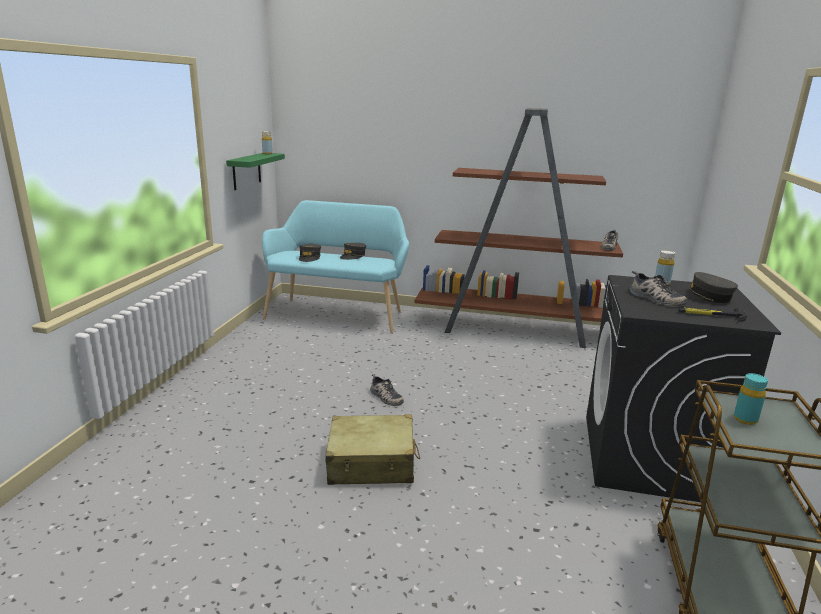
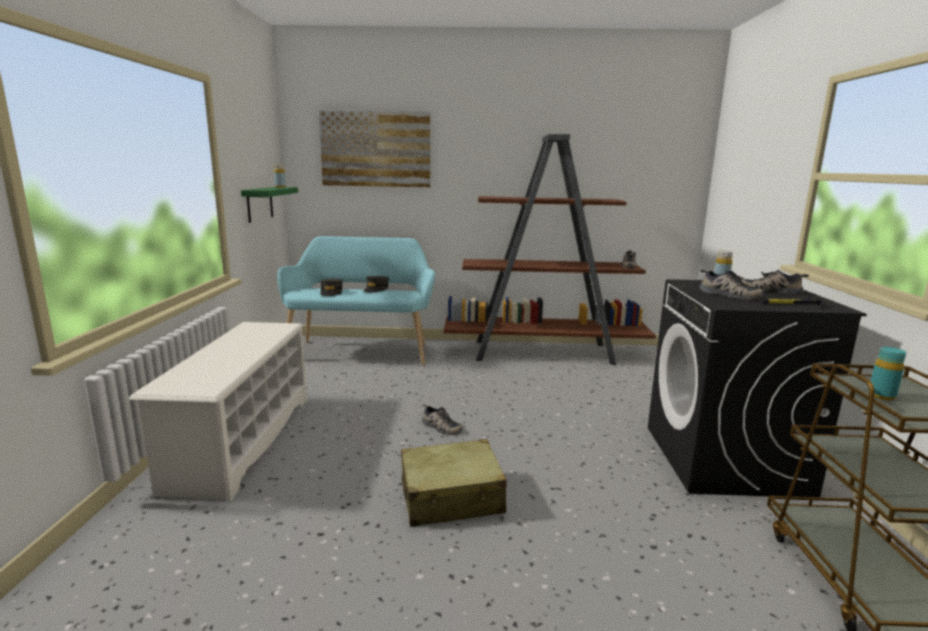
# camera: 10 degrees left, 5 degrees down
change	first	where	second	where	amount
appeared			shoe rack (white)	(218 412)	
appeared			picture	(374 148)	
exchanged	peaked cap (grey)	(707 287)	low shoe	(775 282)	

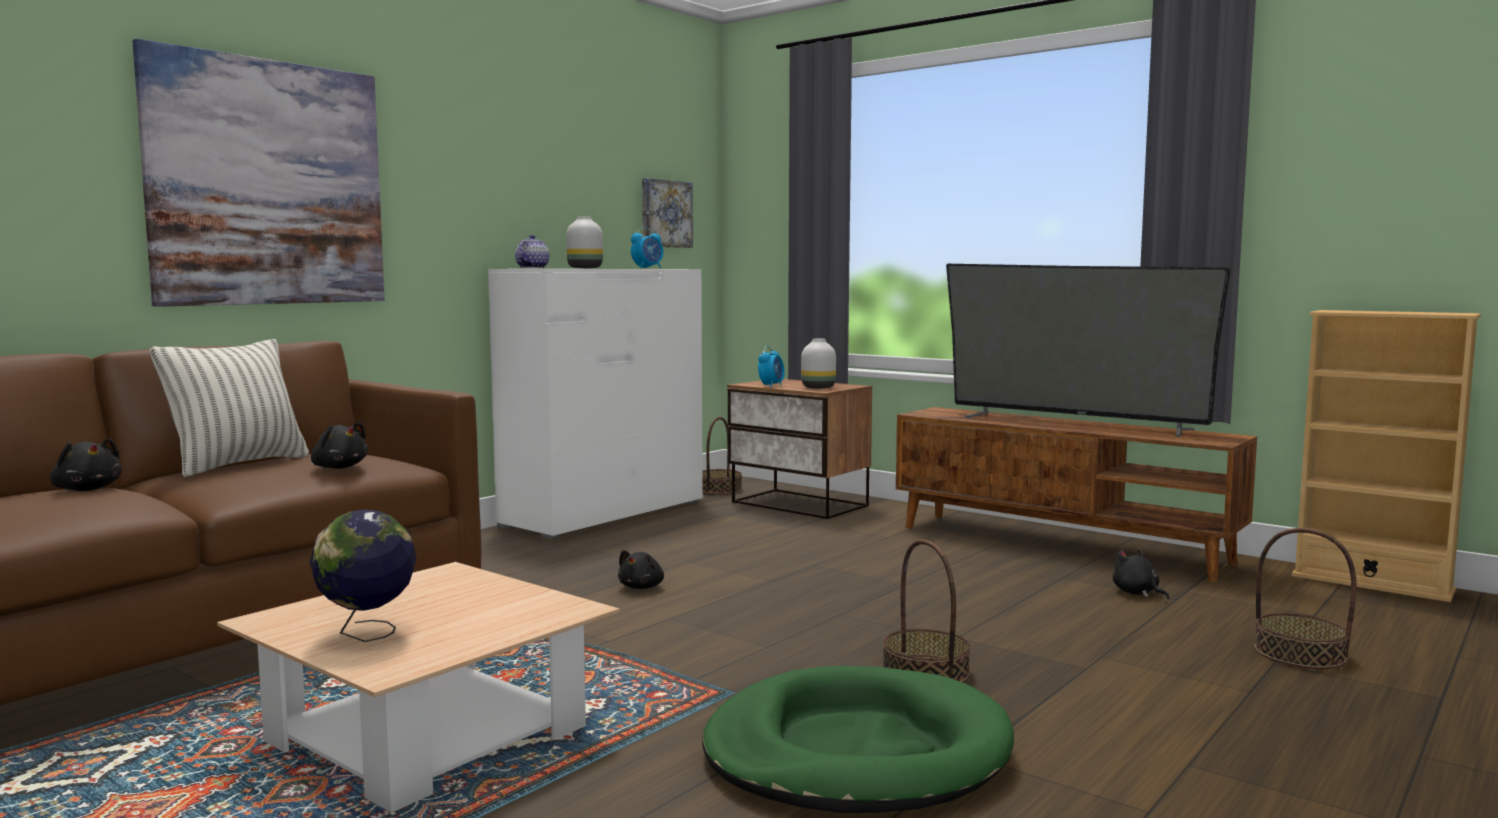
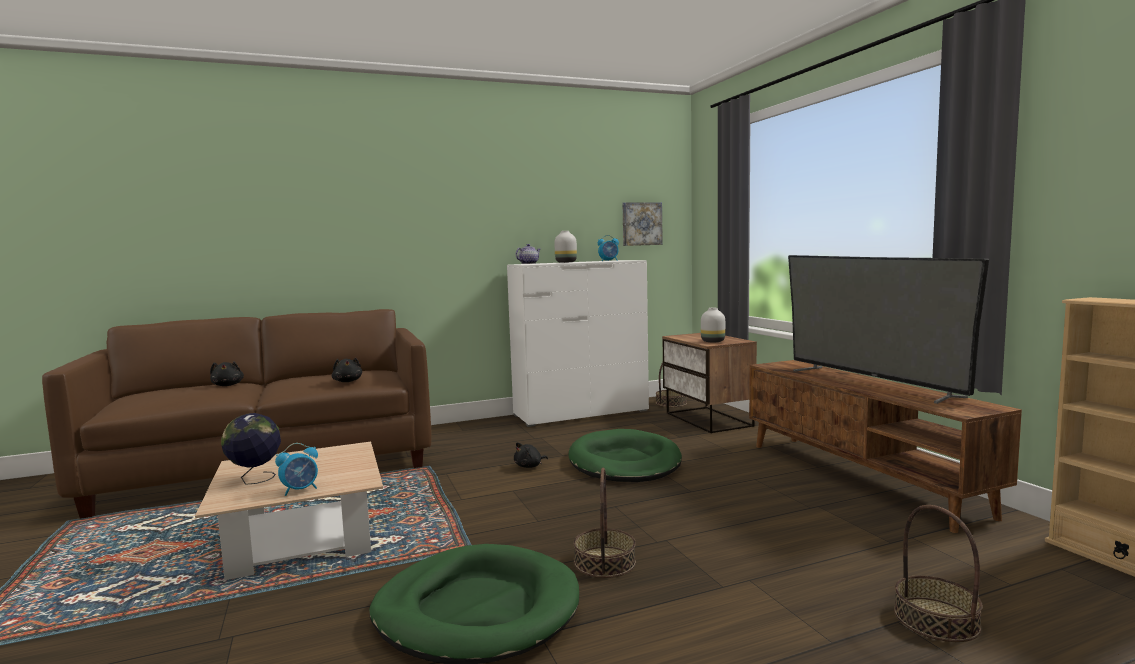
# camera: 30 degrees right, 0 degrees up
change	first	where	second	where	amount
missing	picture	(258 173)			
missing	pillow	(229 408)			
missing	cuddly toy (black-coloured)	(1141 574)			
appeared			pet bed (green)	(625 455)	
relocated	bedside clock	(771 366)		(296 469)	

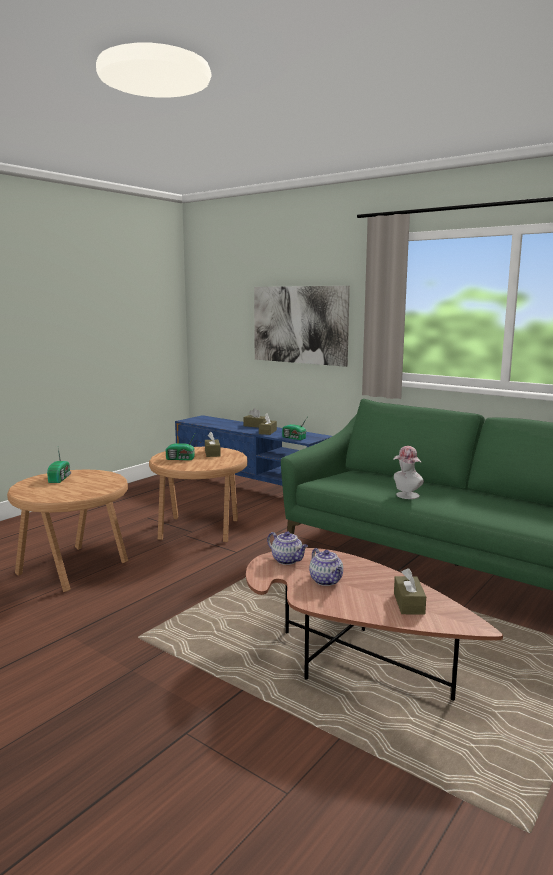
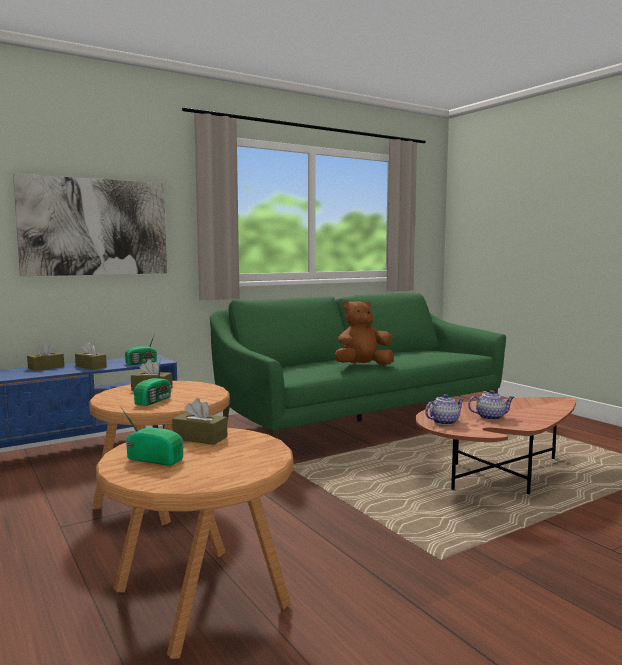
# camera: 70 degrees left, 5 degrees down
change	first	where	second	where	amount
relocated	box of tissues (brown-coloured)	(410 591)		(199 421)	
exchanged	hat	(408 472)	cuddly toy (brown-coloured)	(364 332)	

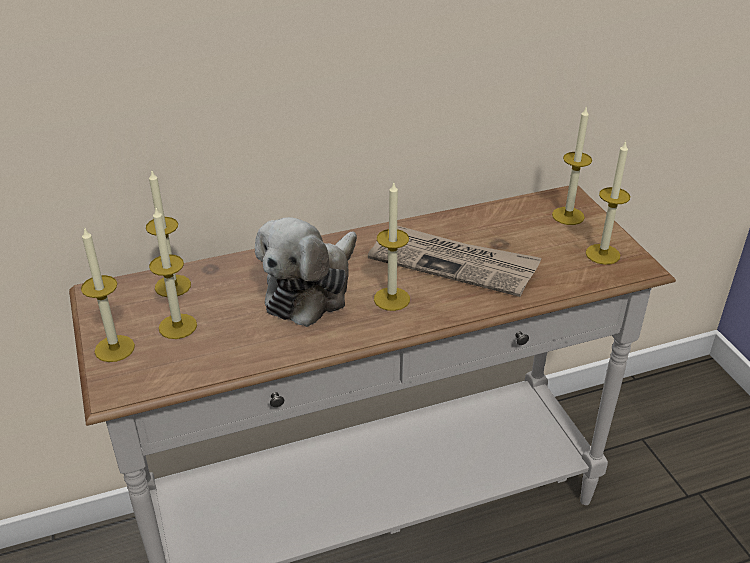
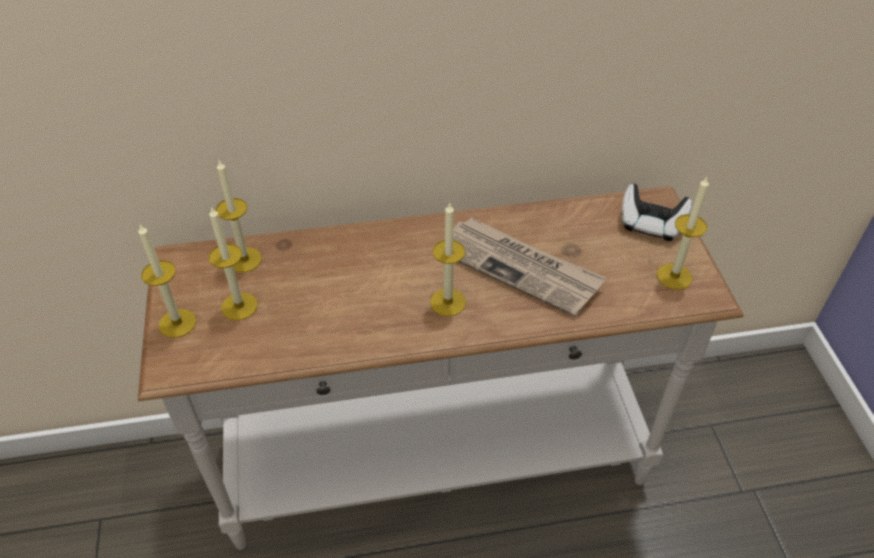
# camera: 10 degrees right, 10 degrees up
change	first	where	second	where	amount
missing	cuddly toy	(306 272)			
exchanged	wax light	(572 165)	game controller	(657 212)	

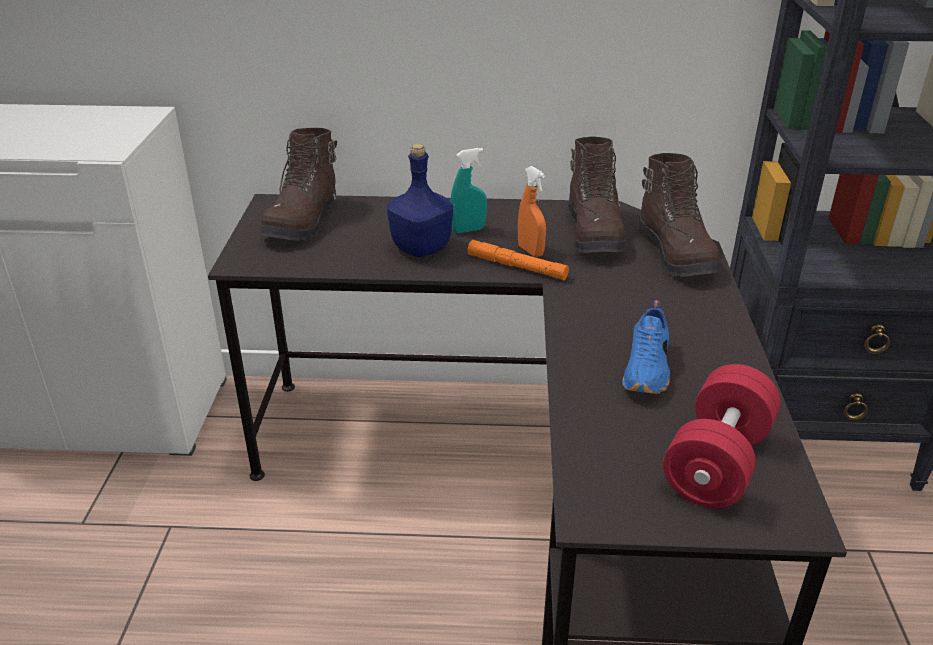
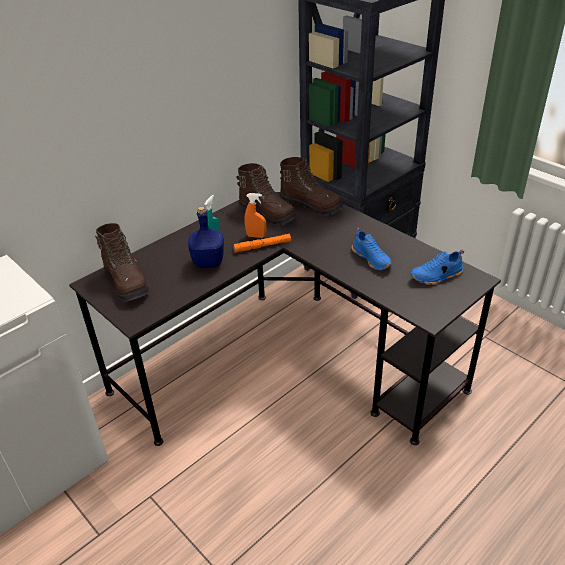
# camera: 45 degrees left, 5 degrees up
change	first	where	second	where	amount
exchanged	hand weight (red)	(721 436)	low shoe (bluish)	(437 267)	

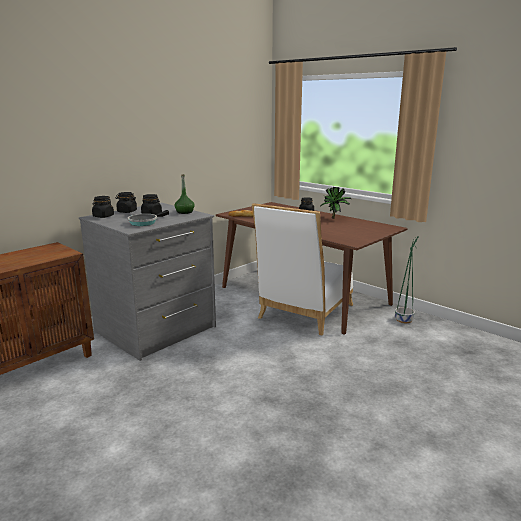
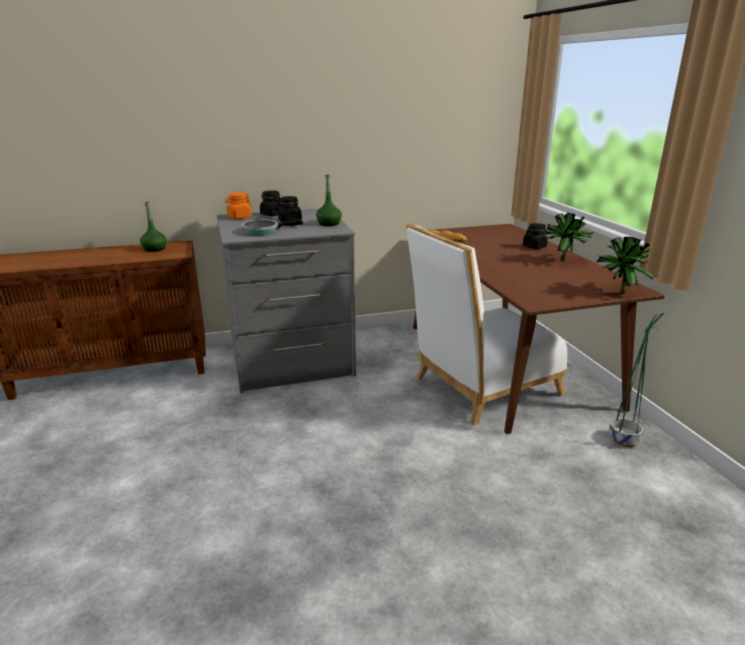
# camera: 30 degrees right, 5 degrees up
change	first	where	second	where	amount
appeared			beverage bottle (green)	(153 226)	
appeared			houseplant	(625 265)	
colour	jar (black-coloured)	(103 207)	jar (orange-coloured)	(238 206)	

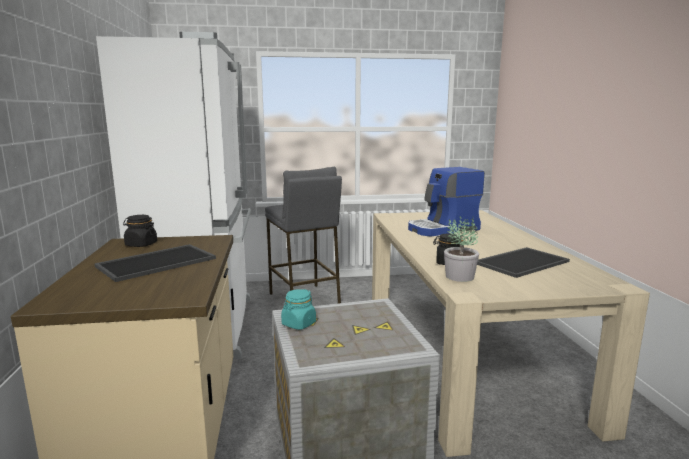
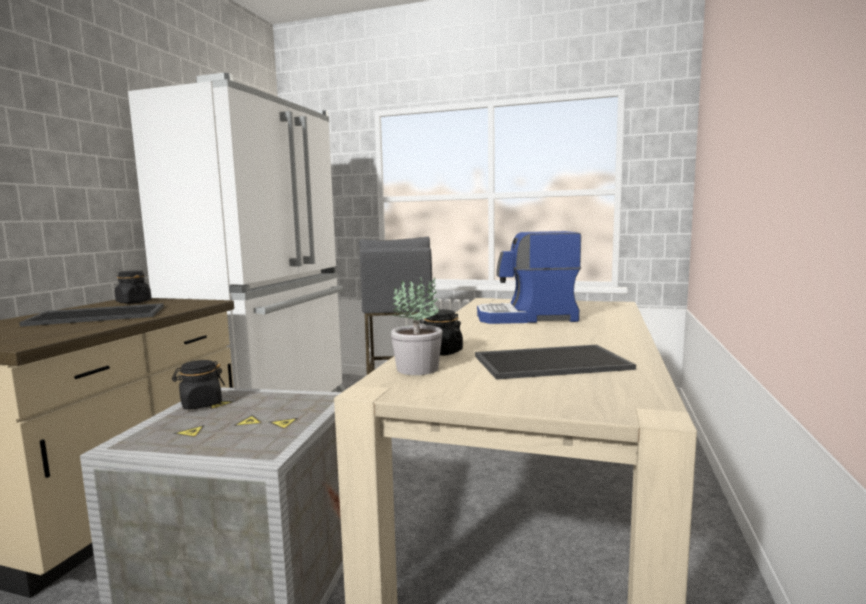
# camera: 25 degrees right, 5 degrees down
change	first	where	second	where	amount
colour	jar (blue-green)	(298 309)	jar (black-coloured)	(198 384)	

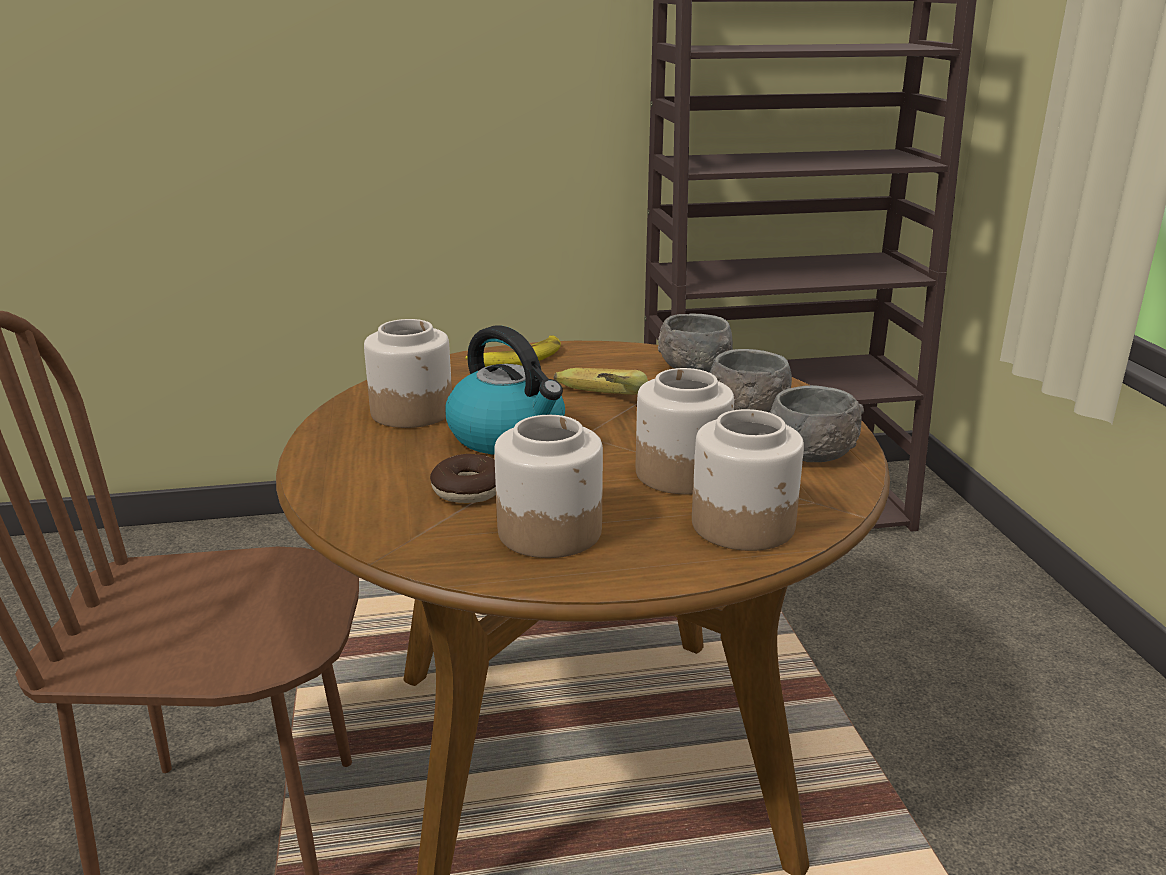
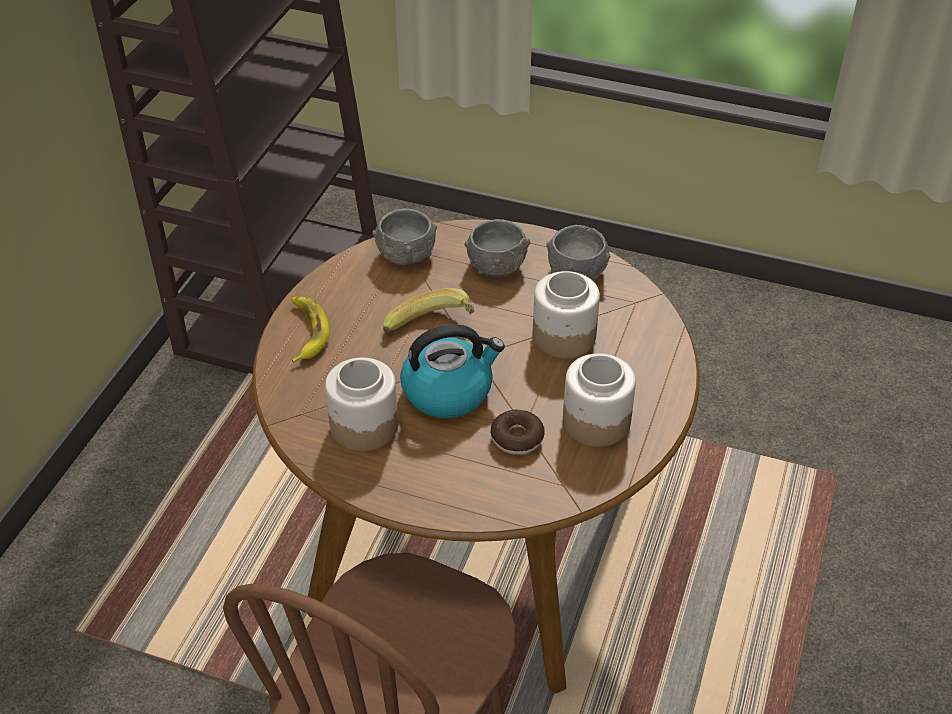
# camera: 60 degrees left, 20 degrees up
change	first	where	second	where	amount
missing	jar	(748 480)			

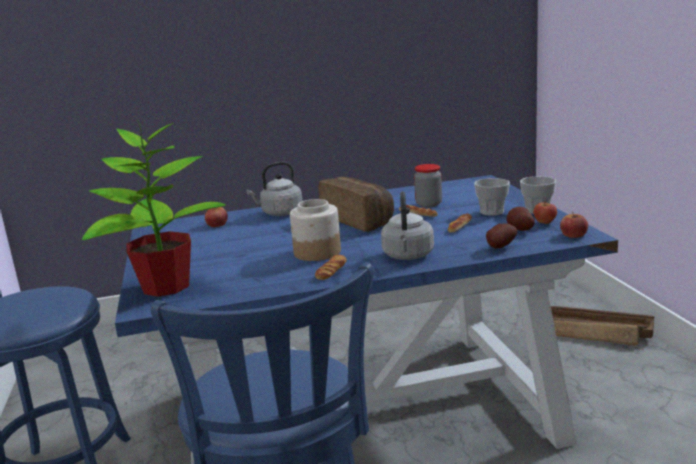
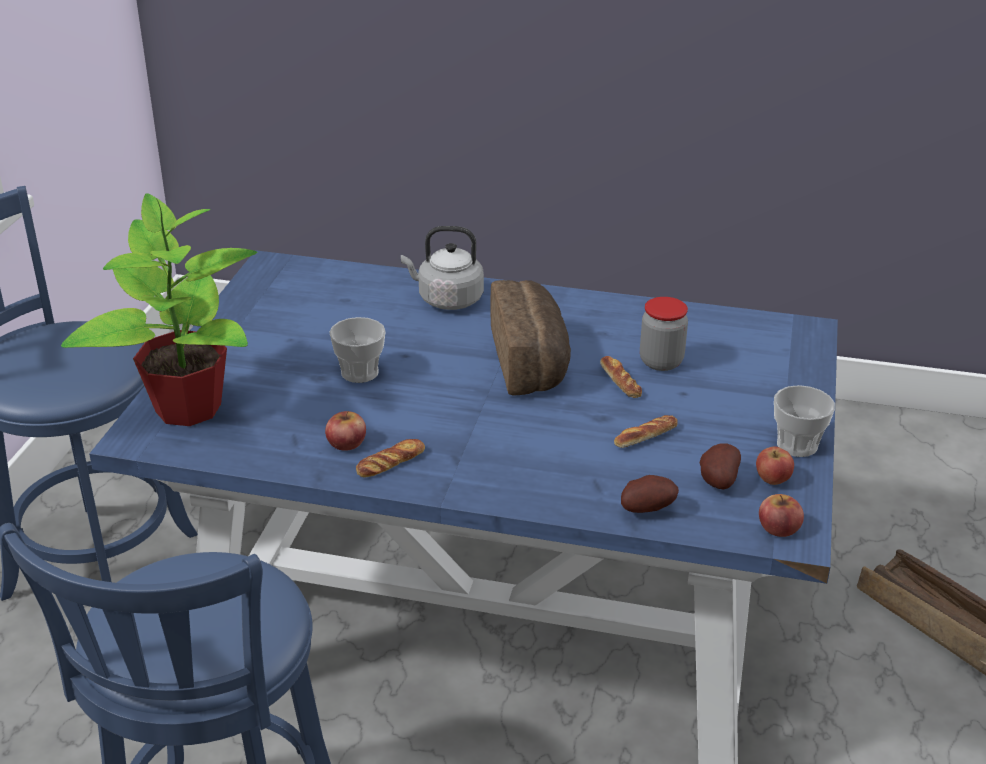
# camera: 25 degrees right, 15 degrees up
change	first	where	second	where	amount
missing	jar	(315 230)			
missing	kettle (grey)	(407 225)			
relocated	apple	(216 217)		(345 431)	
relocated	small cup	(492 197)		(357 350)	

